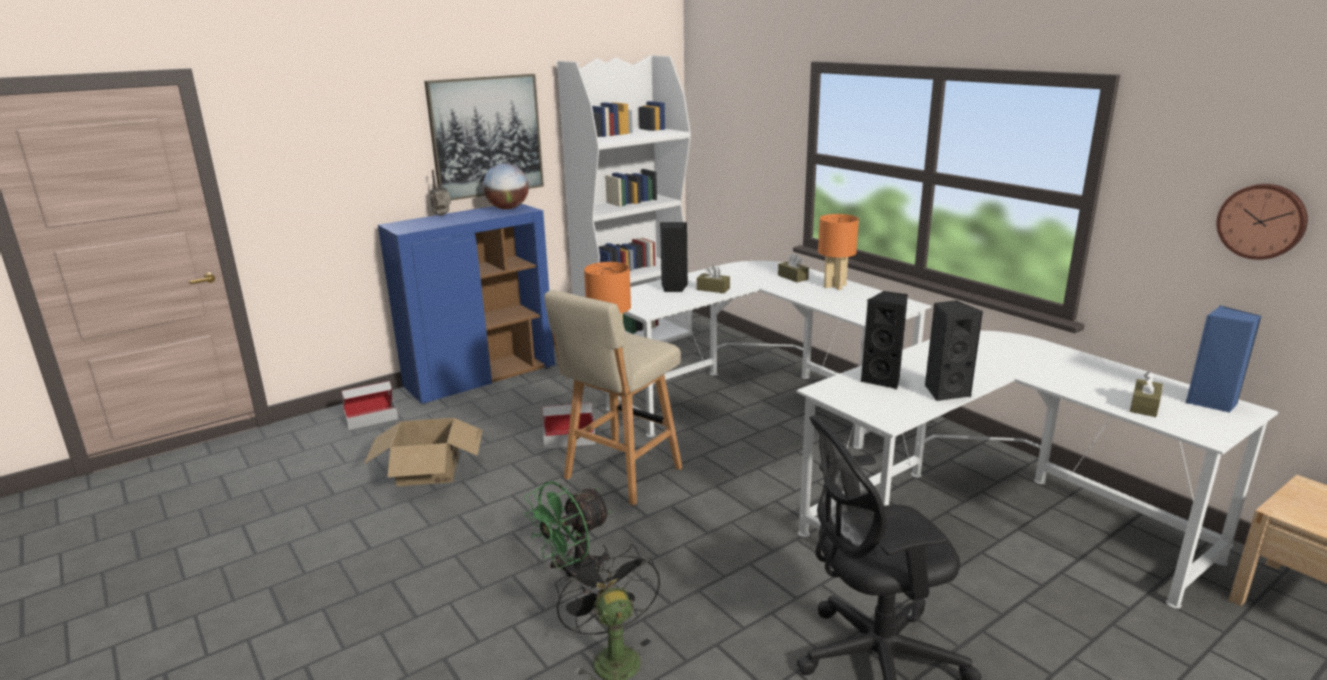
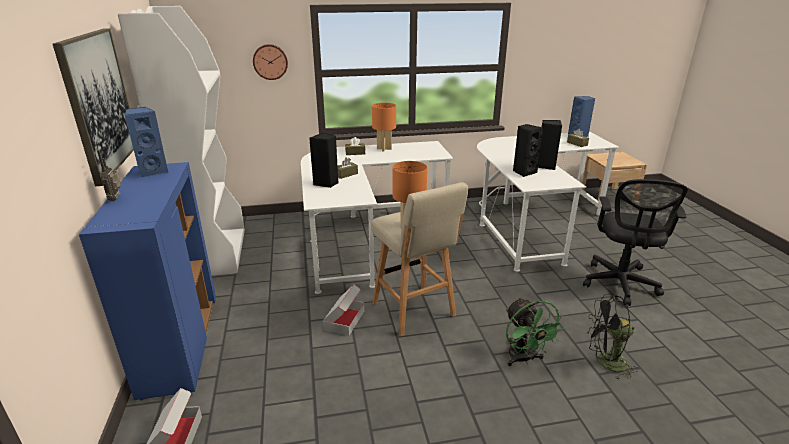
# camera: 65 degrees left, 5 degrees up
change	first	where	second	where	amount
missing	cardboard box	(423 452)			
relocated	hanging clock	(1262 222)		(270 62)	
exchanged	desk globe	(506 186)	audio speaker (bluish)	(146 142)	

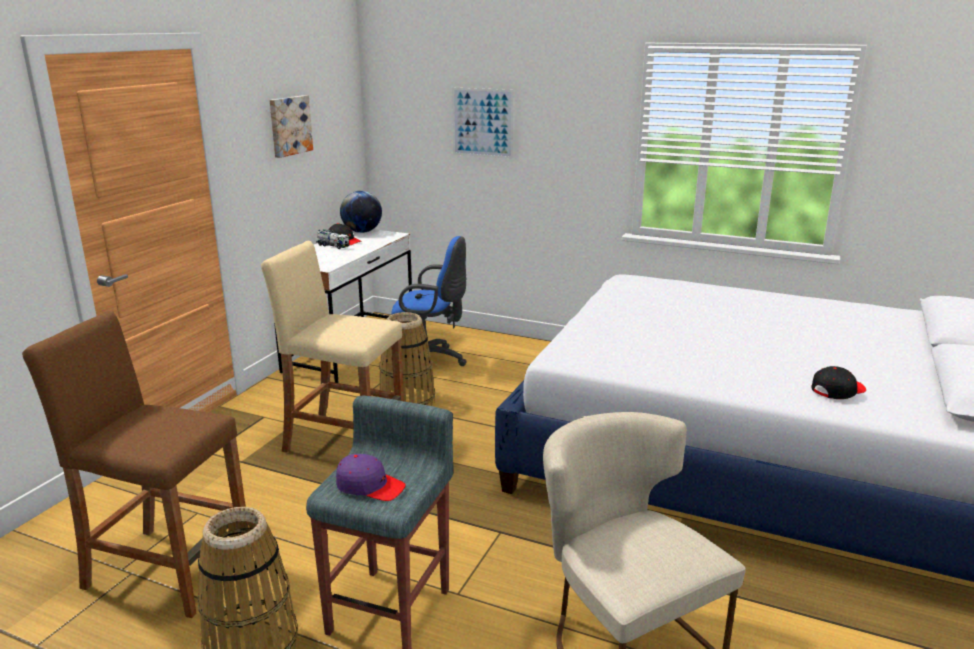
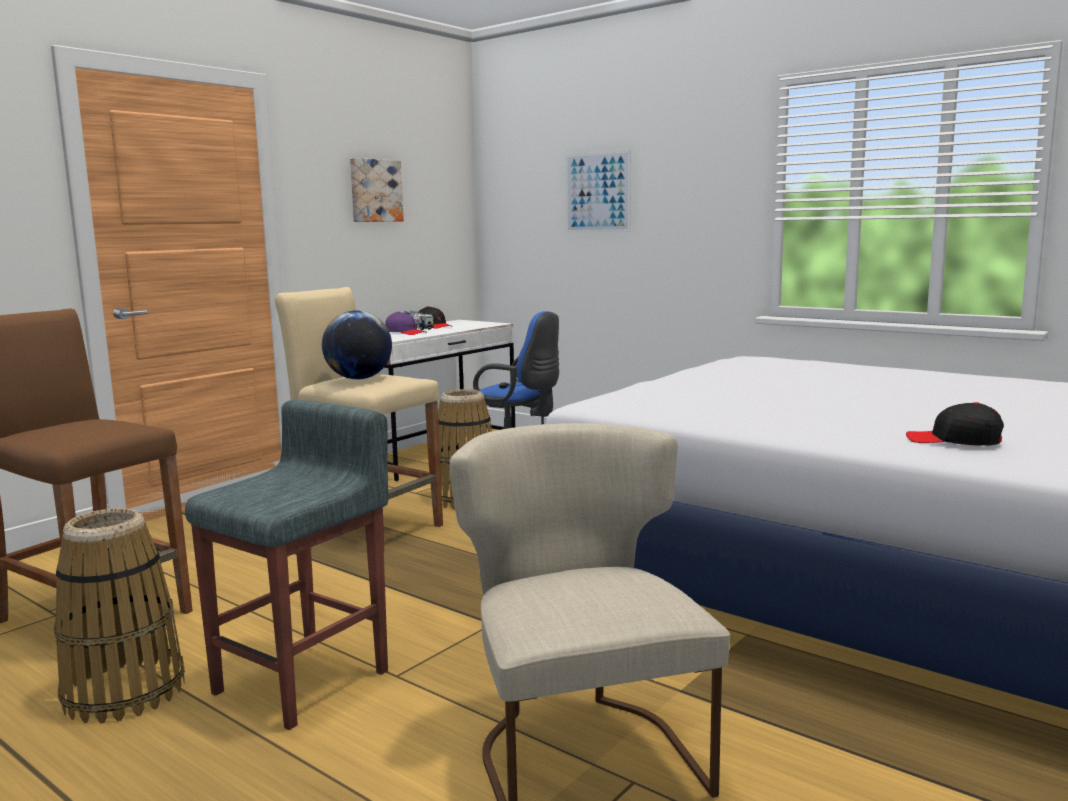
# camera: 15 degrees right, 10 degrees down
change	first	where	second	where	amount
relocated	peaked cap (purple-coloured)	(371 477)		(406 323)	
relocated	desk globe	(361 212)		(357 345)	
spun	peaked cap (black-coloured)	(838 382)		(955 424)	135 degrees counterclockwise

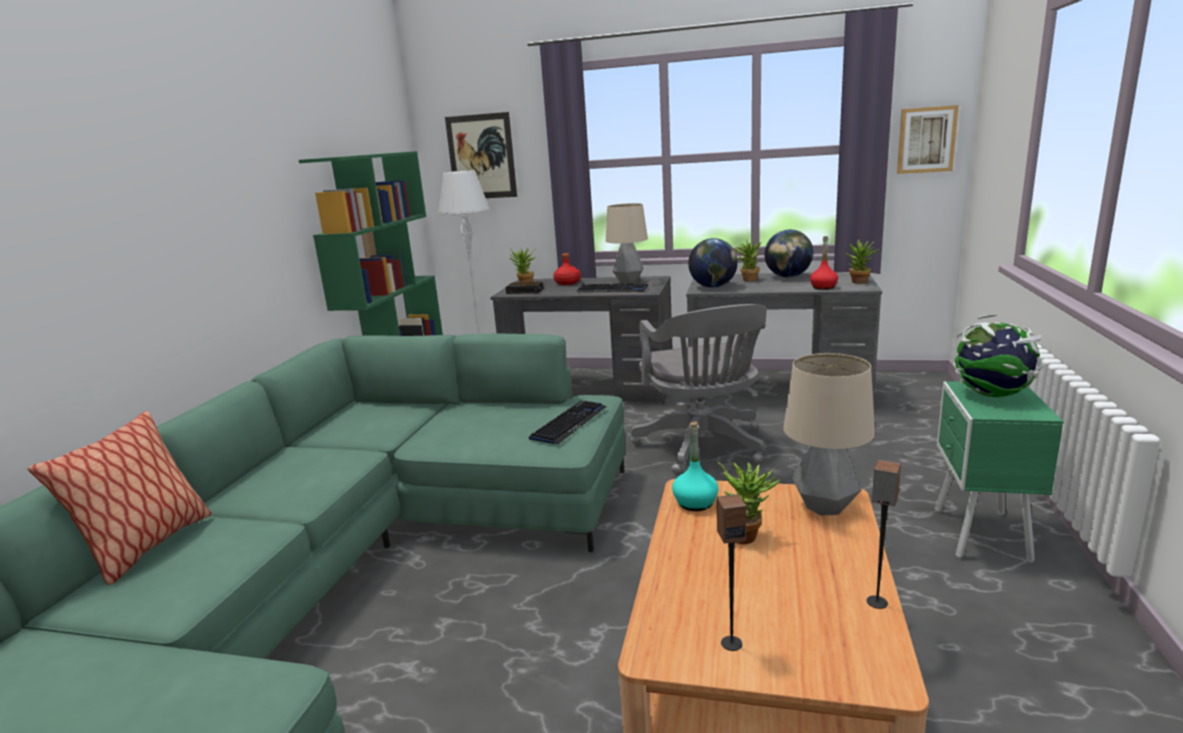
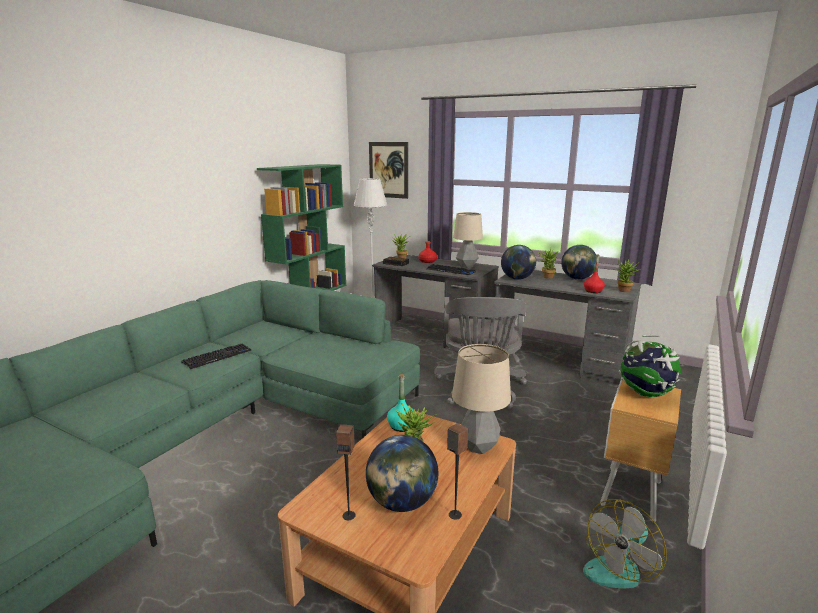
# camera: 15 degrees right, 0 degrees up
change	first	where	second	where	amount
missing	pillow	(119 498)			
missing	picture	(928 139)			
appeared			desk globe	(402 473)	
appeared			fan	(625 544)	
relocated	computer keyboard	(568 422)		(216 356)	
colour	nightstand (green)	(999 472)	nightstand (brown-coloured)	(640 450)	

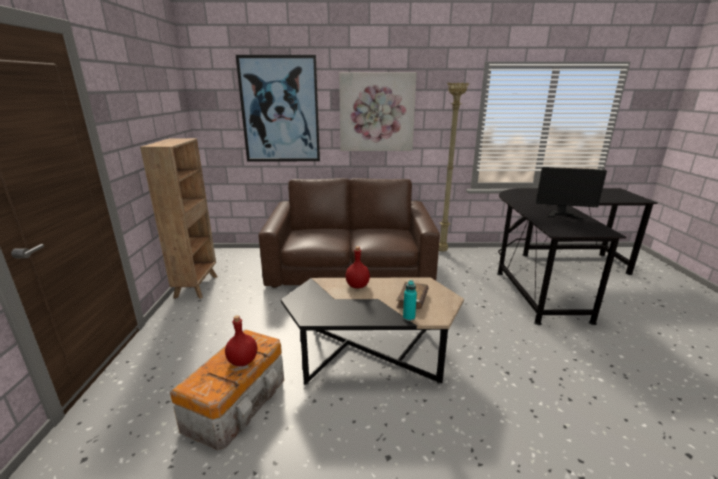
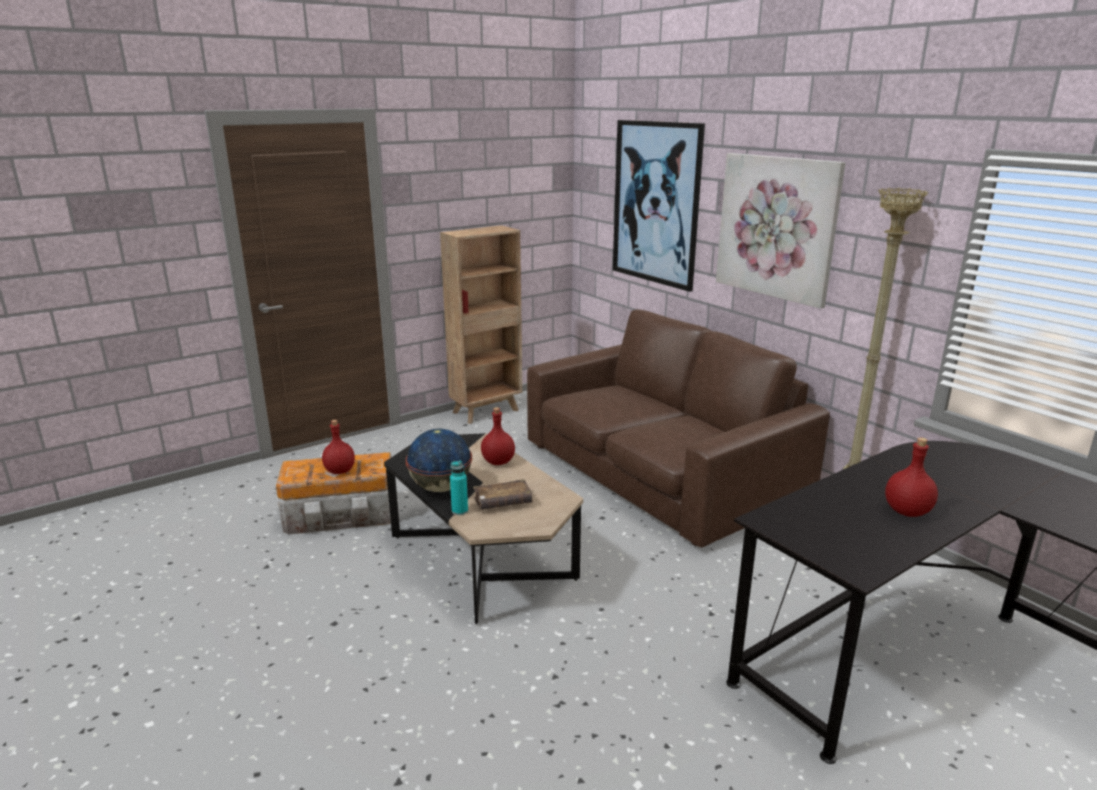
# camera: 55 degrees right, 0 degrees up
change	first	where	second	where	amount
appeared			desk globe	(438 460)	
exchanged	monitor	(571 193)	beverage bottle (red)	(911 477)	

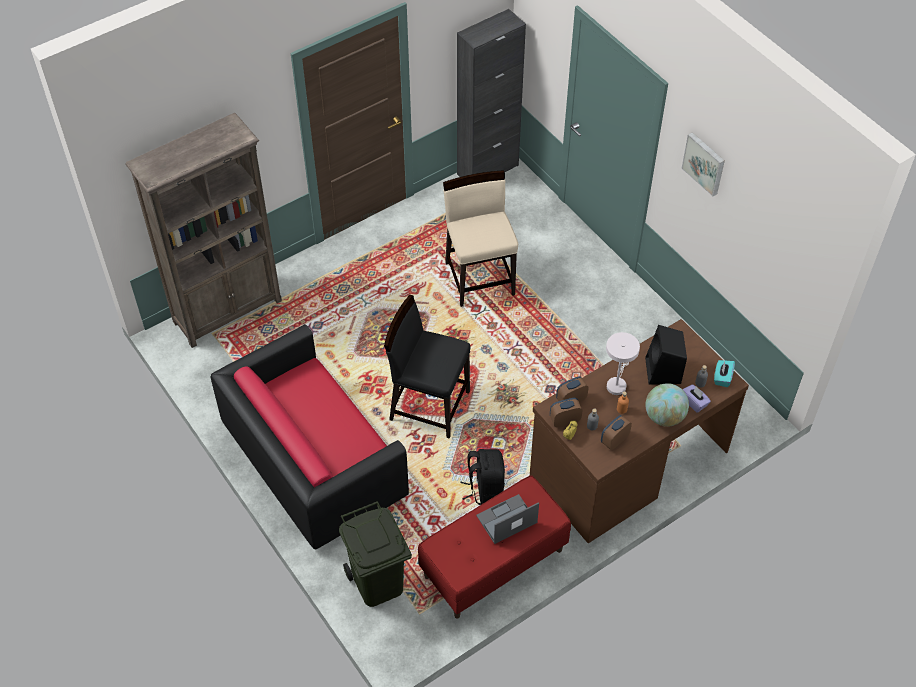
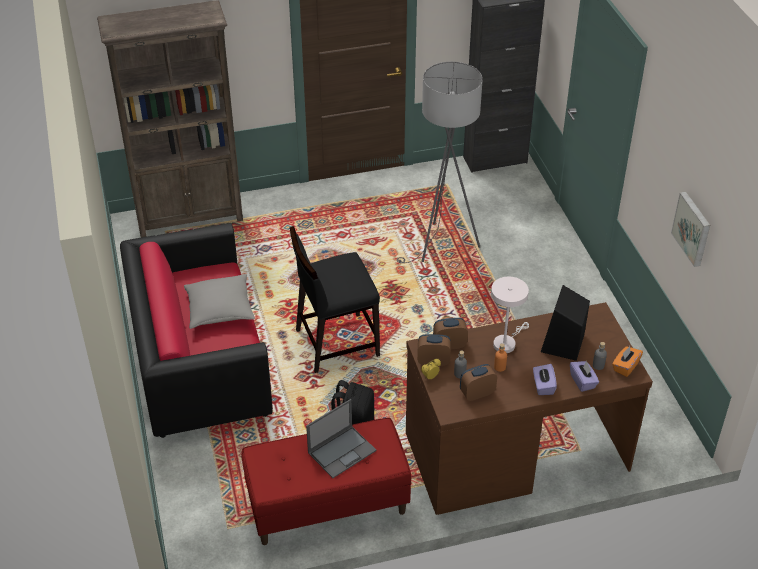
# camera: 20 degrees right, 10 degrees down
change	first	where	second	where	amount
missing	trash can (green)	(375 554)			
appeared			pillow (grey)	(219 301)	
relocated	picture	(703 164)		(690 229)	
exchanged	chair (beige-coloured)	(480 238)	floor lamp (grey)	(440 162)	
exchanged	desk globe	(667 405)	box of tissues (purple-coloured)	(545 379)	
colour	box of tissues (blue-green)	(724 373)	box of tissues (orange-coloured)	(627 361)	
spun	chair (black-coloured)	(427 367)		(335 299)	60 degrees counterclockwise
spun	portable computer	(507 519)		(341 438)	150 degrees clockwise

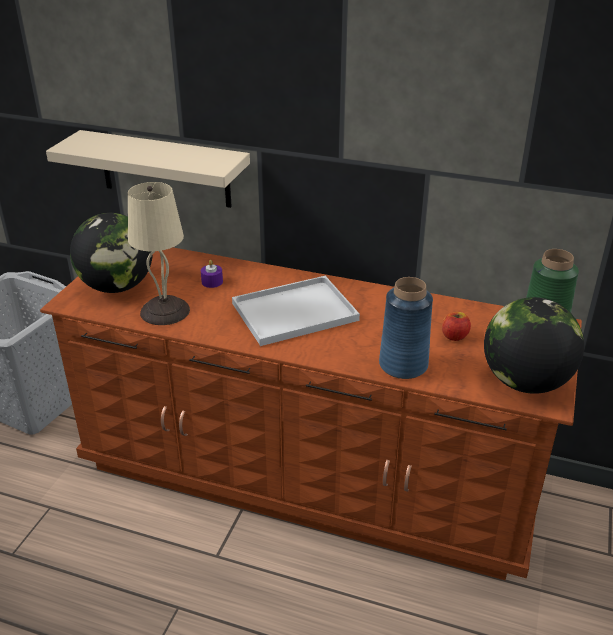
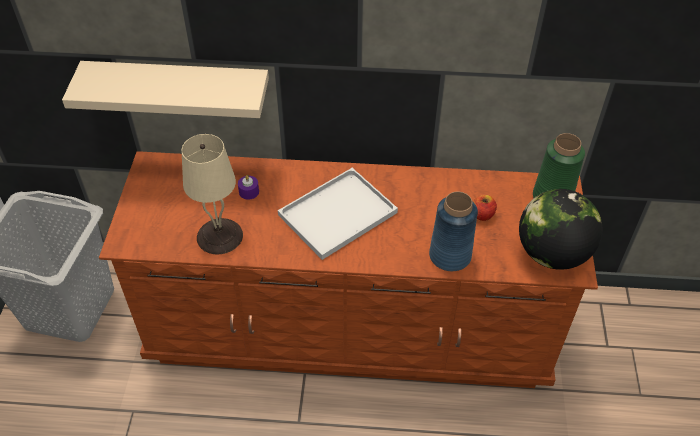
# camera: 15 degrees left, 15 degrees up
change	first	where	second	where	amount
missing	desk globe	(111 253)			

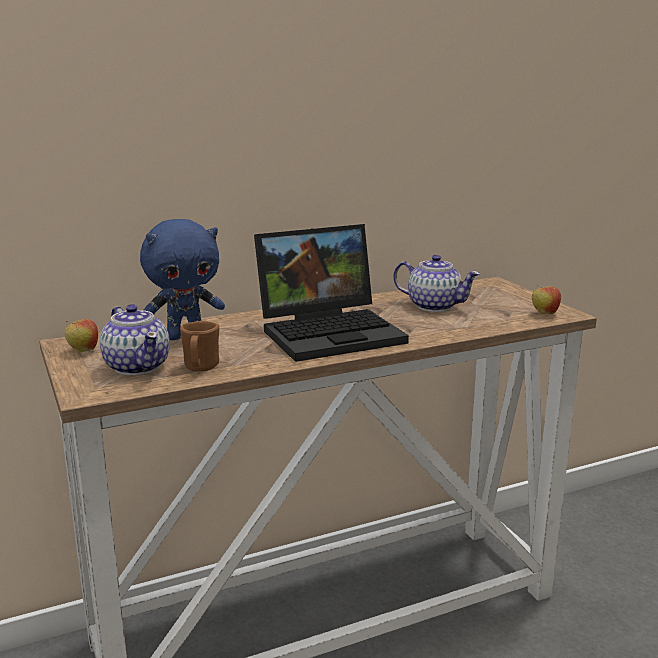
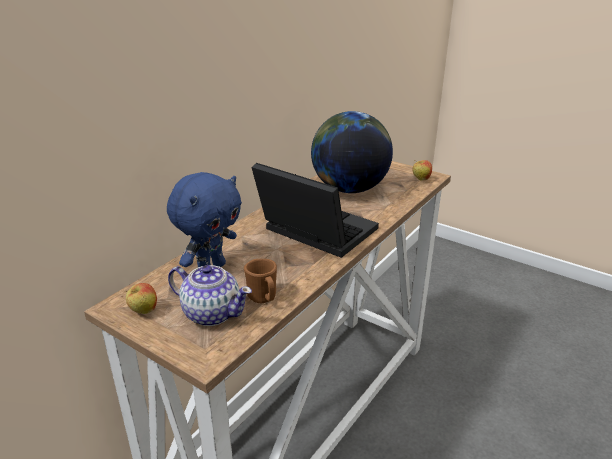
# camera: 30 degrees left, 10 degrees up
change	first	where	second	where	amount
exchanged	pot for tea	(436 283)	desk globe	(352 152)	
spun	portable computer	(331 293)		(315 210)	90 degrees counterclockwise

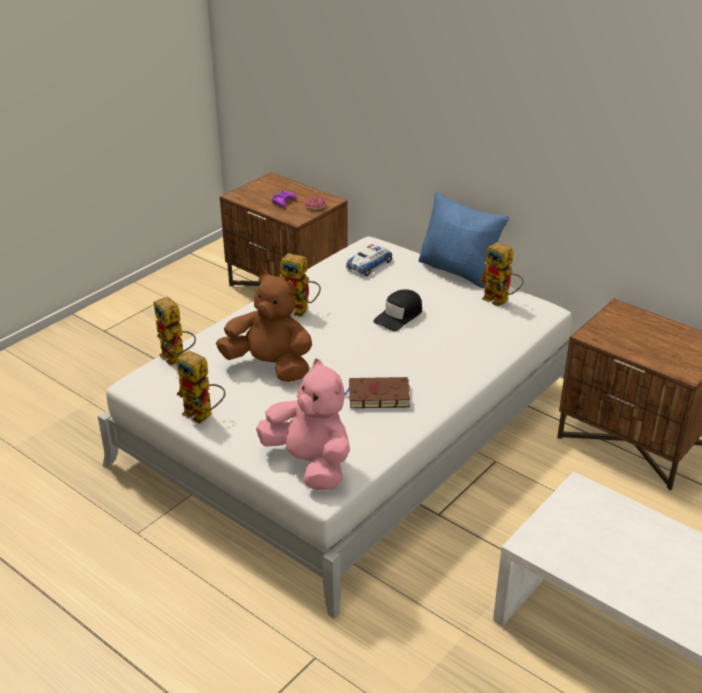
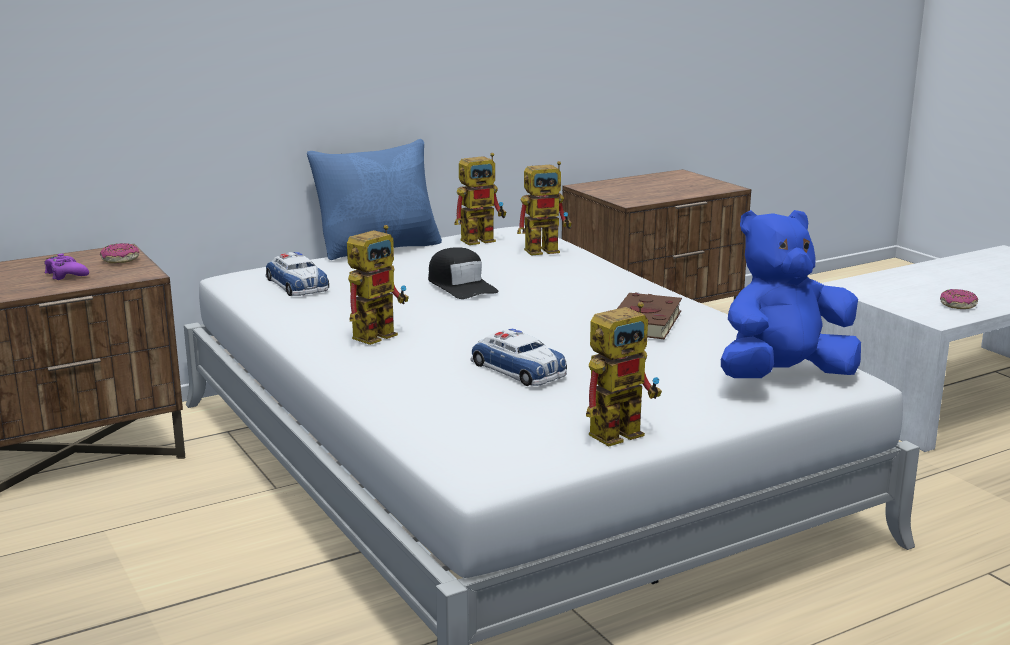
# camera: 70 degrees left, 15 degrees down
change	first	where	second	where	amount
appeared			donut	(959 299)	
relocated	toy robot	(175 331)		(544 208)	
exchanged	cuddly toy (brown-coloured)	(264 326)	toy car	(518 357)	
colour	cuddly toy (pink)	(303 424)	cuddly toy (bluish)	(791 294)	

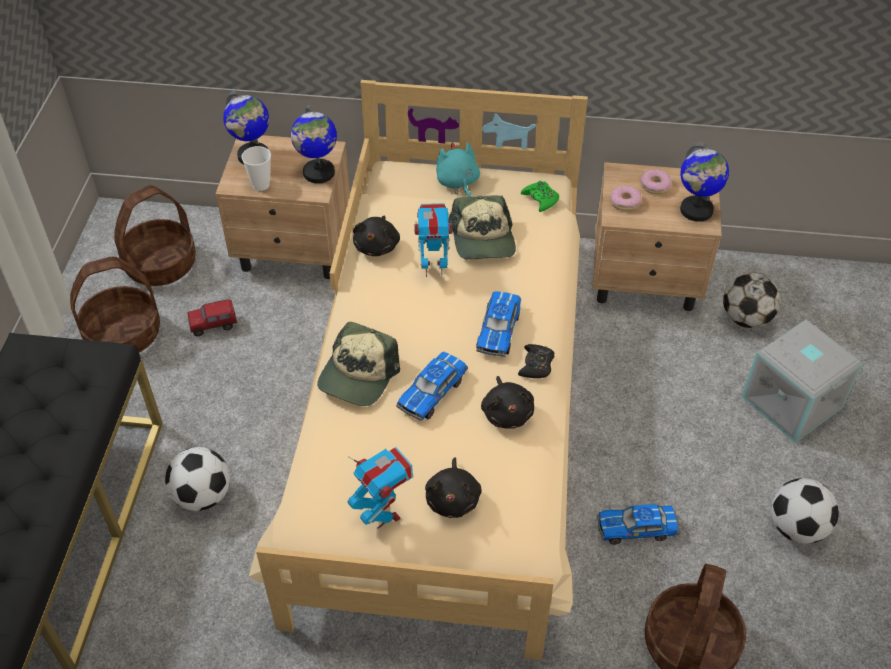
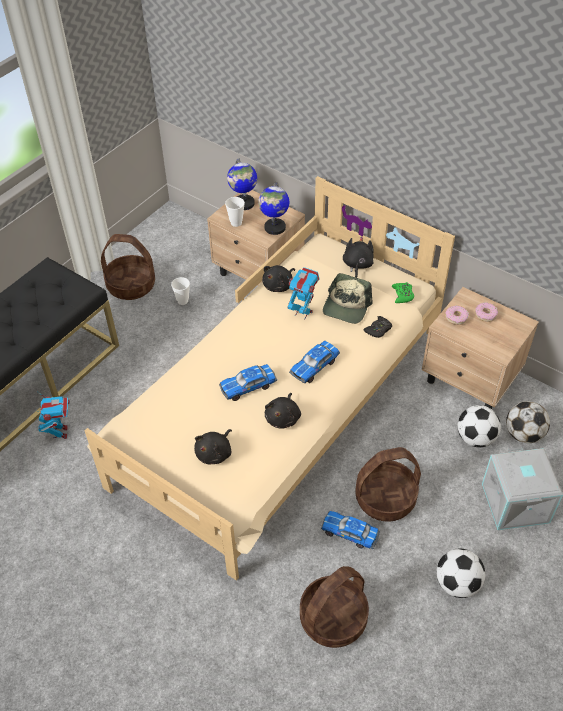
# camera: 30 degrees right, 0 degrees up
change	first	where	second	where	amount
missing	peaked cap	(358 364)			
missing	desk globe	(704 182)			
relocated	household basket	(155 235)		(388 484)	
relocated	football ball	(197 479)		(479 426)	
relocated	toy robot	(380 488)		(52 415)	
relocated	game controller (black-coloured)	(536 361)		(378 327)	
exchanged	model truck	(212 318)	small cup	(180 291)	
colour	cuddly toy (blue-green)	(458 169)	cuddly toy (black-coloured)	(358 257)	

